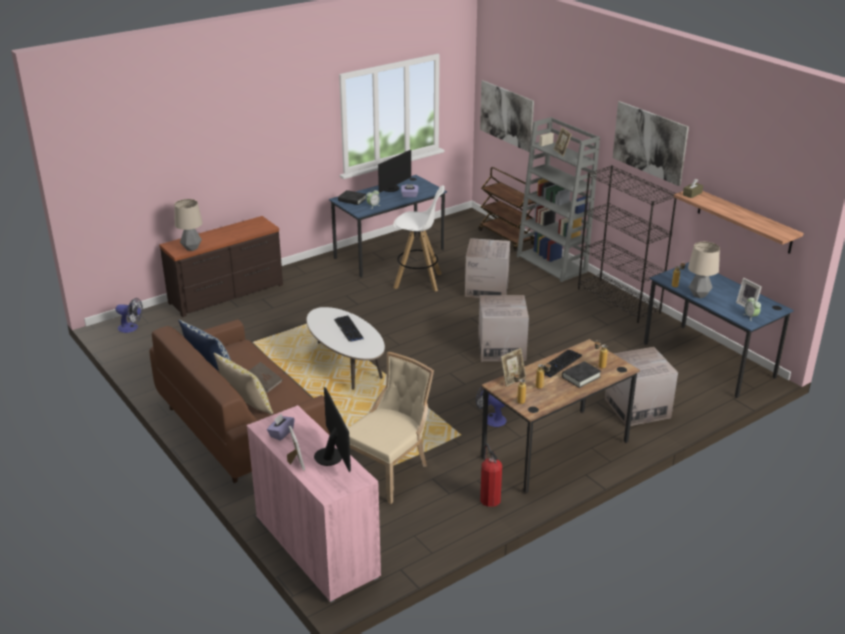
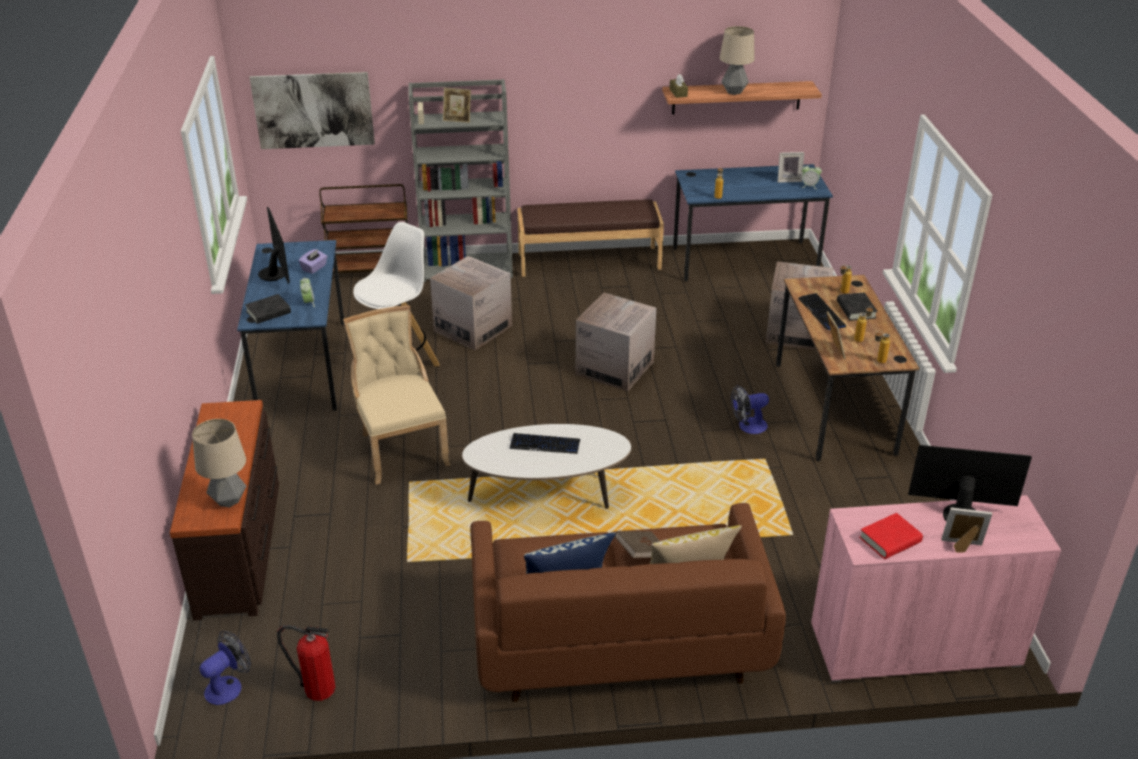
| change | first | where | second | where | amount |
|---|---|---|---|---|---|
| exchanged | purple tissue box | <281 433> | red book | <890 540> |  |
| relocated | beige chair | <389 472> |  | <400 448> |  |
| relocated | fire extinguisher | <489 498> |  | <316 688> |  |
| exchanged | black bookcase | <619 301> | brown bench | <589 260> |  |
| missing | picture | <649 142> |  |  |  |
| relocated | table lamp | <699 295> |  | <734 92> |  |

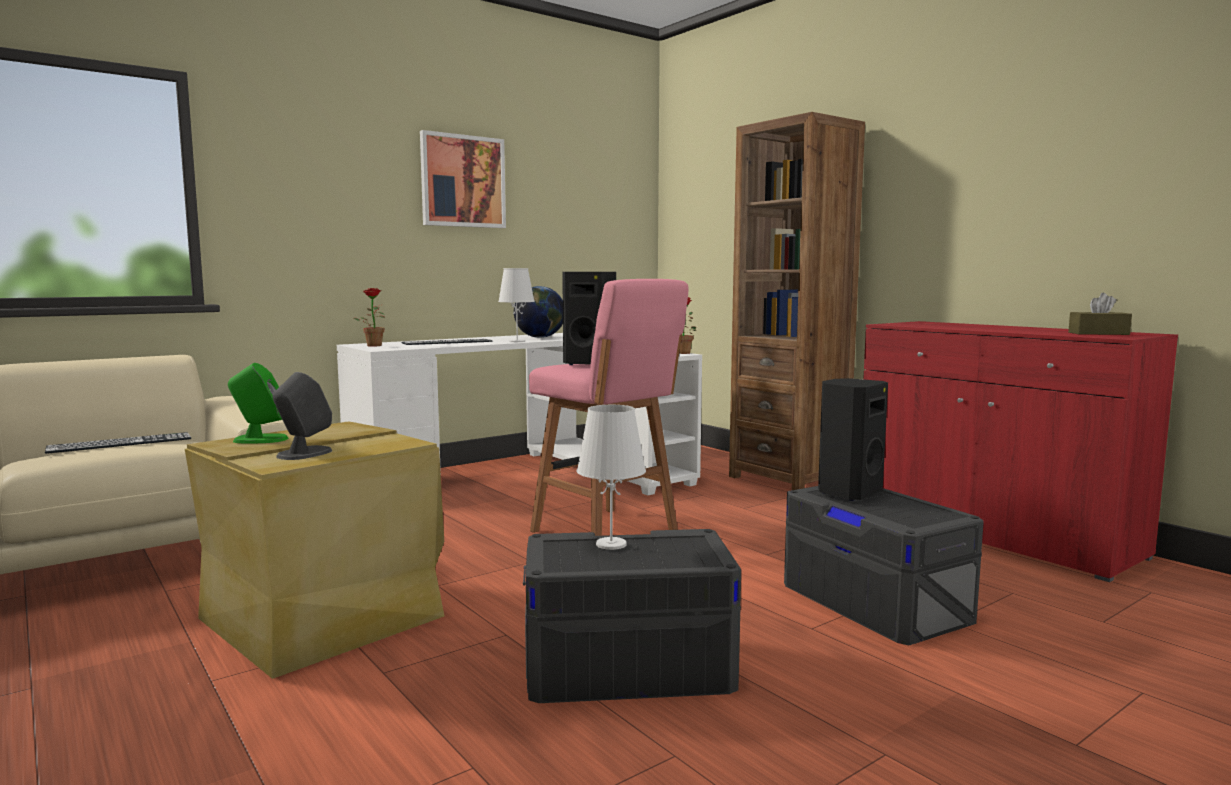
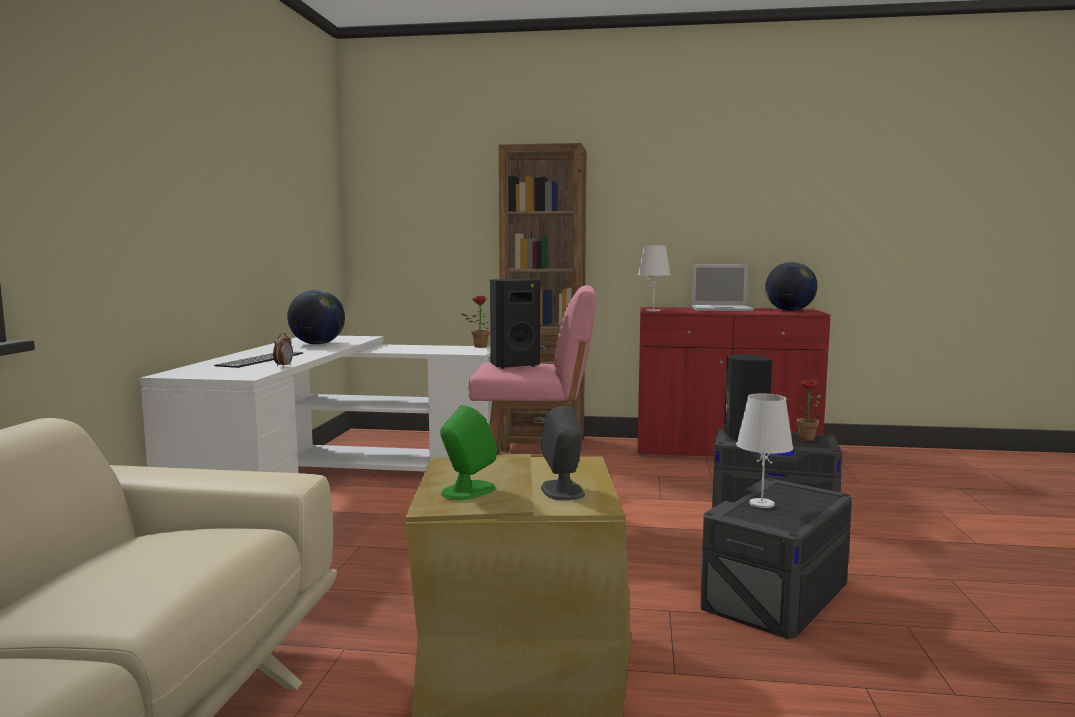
| change | first | where | second | where | amount |
|---|---|---|---|---|---|
| missing | keyboard | <120 443> |  |  |  |
| relocated | potted plant | <373 345> |  | <803 439> |  |
| missing | picture | <463 181> |  |  |  |
| relocated | white table lamp | <516 341> |  | <653 310> |  |
| exchanged | brown tissue box | <1098 333> | globe | <789 311> |  |
| appeared |  |  | alarm clock | <283 366> |  |
| appeared |  |  | laptop | <722 309> |  |

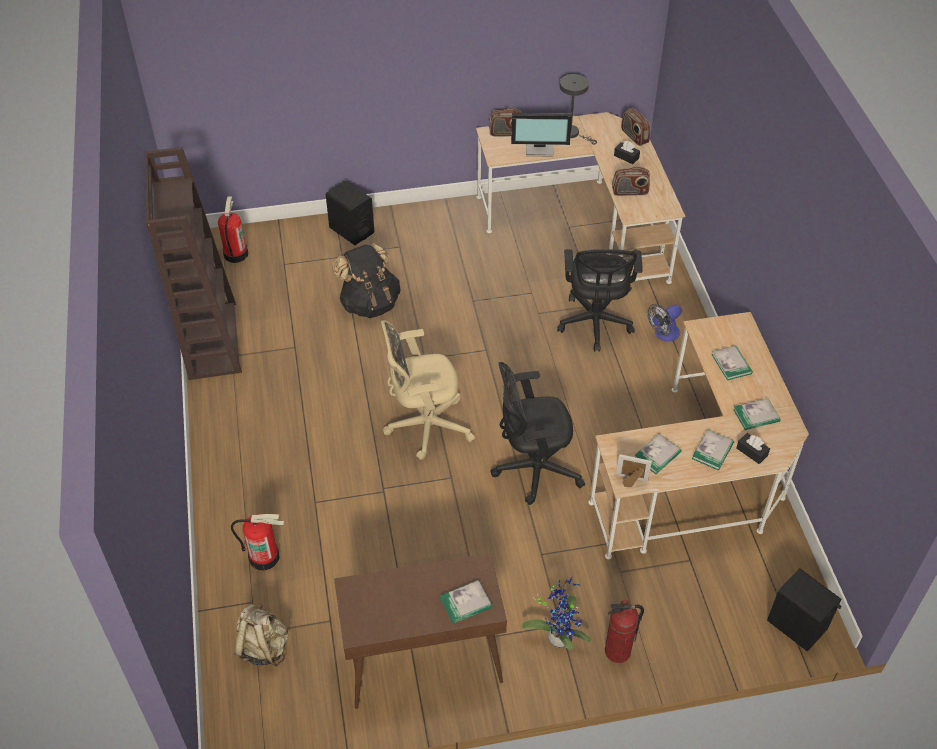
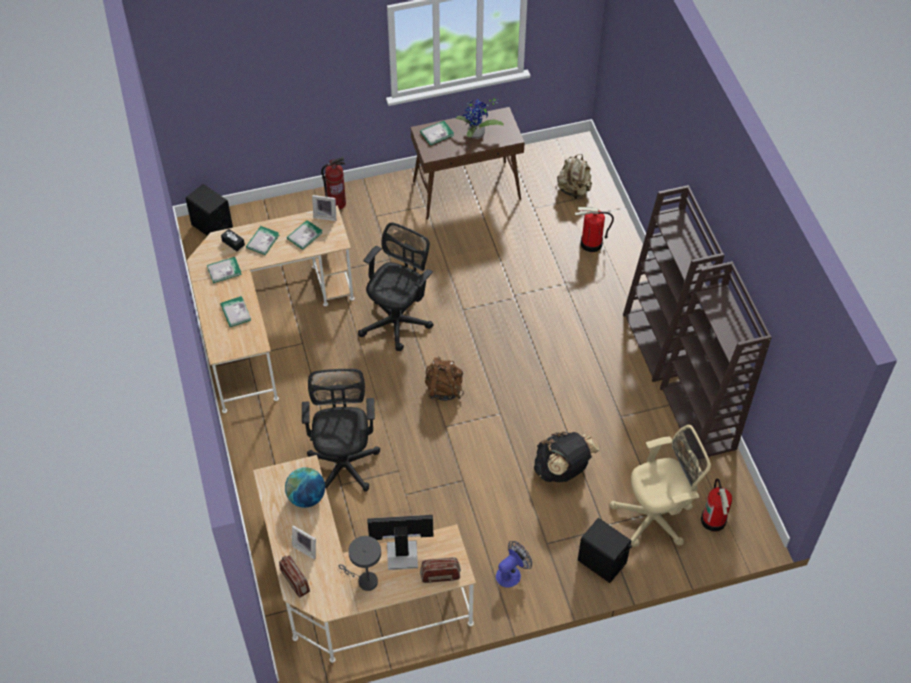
| change | first | where | second | where | amount |
|---|---|---|---|---|---|
| relocated | beige office chair | <424 426> |  | <656 517> |  |
| spun | black office chair | <533 469> |  | <398 320> | 45 degrees counterclockwise |
| relocated | potted plant | <559 636> |  | <476 135> |  |
| exchanged | radio | <630 192> | globe | <306 497> |  |
| exchanged | black tissue box | <626 157> | picture frame | <306 548> |  |
| relocated | fan | <663 334> |  | <511 573> |  |
| appeared |  |  | brown backpack | <443 389> |  |
| appeared |  |  | brown bookcase | <660 343> |  |

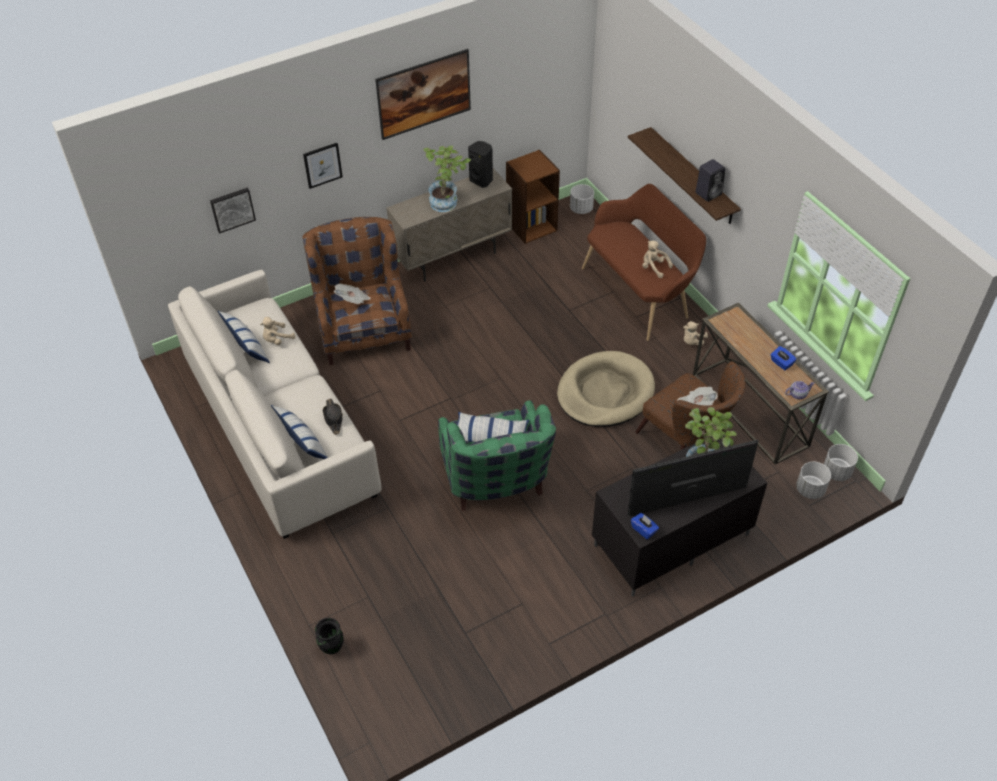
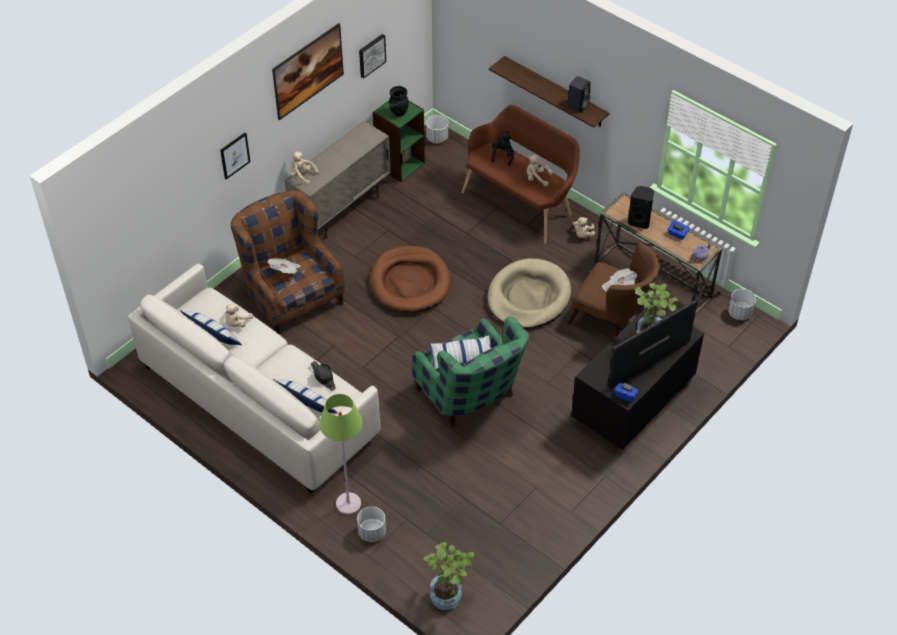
| change | first | where | second | where | amount |
|---|---|---|---|---|---|
| relocated | picture | <232 209> |  | <371 55> |  |
| relocated | black vase | <332 647> |  | <399 113> |  |
| relocated | potted plant | <447 202> |  | <449 593> |  |
| relocated | black speaker | <481 180> |  | <639 221> |  |
| colour | brown bookcase | <531 226> | green bookcase | <399 164> |  |
| relocated | white planter | <810 489> |  | <372 532> |  |
| appeared |  |  | beige plush toy | <302 176> |  |
| appeared |  |  | green floor lamp | <348 504> |  |
| appeared |  |  | brown dog bed | <410 282> |  |
| appeared |  |  | black plush toy | <503 156> |  |

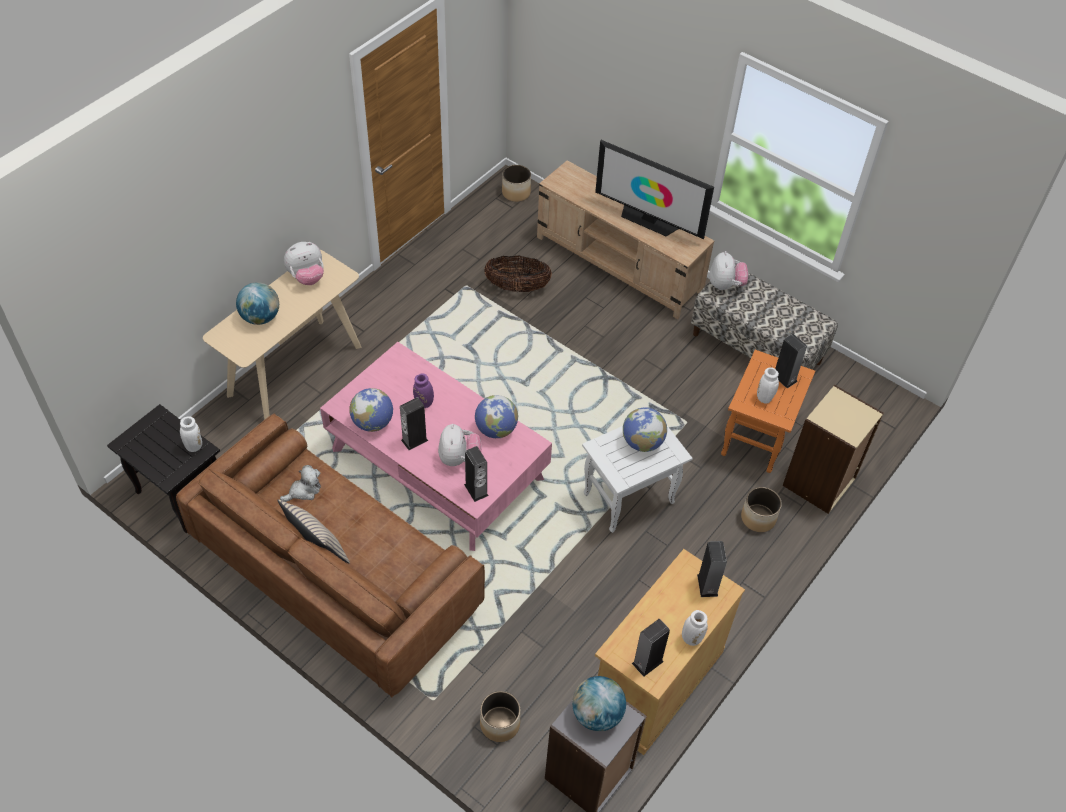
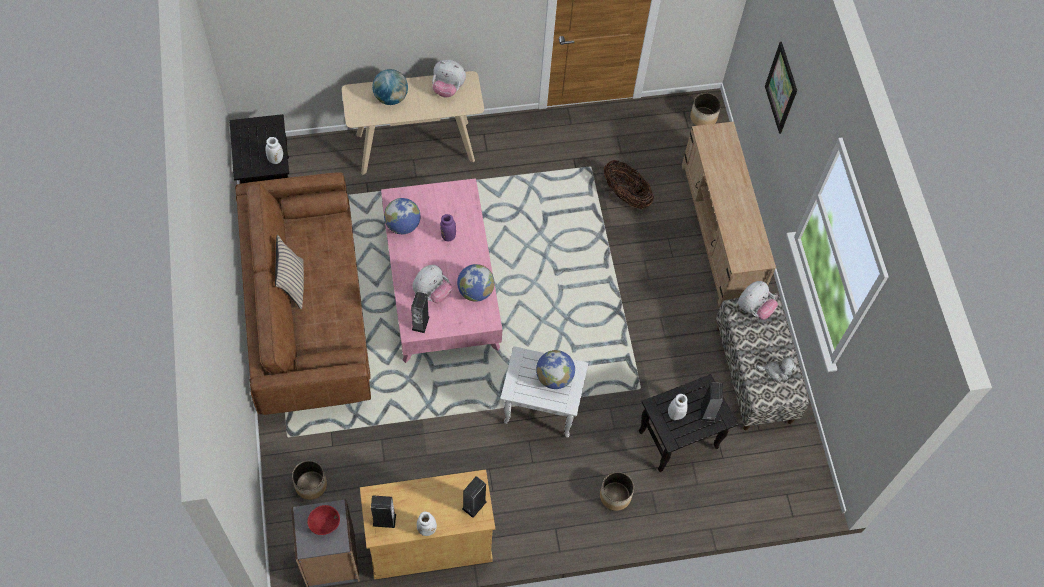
| change | first | where | second | where | amount |
|---|---|---|---|---|---|
| relocated | plush toy | <304 490> |  | <776 371> |  |
| missing | speaker | <414 440> |  |  |  |
| exchanged | globe | <597 714> | red bowl | <324 524> |  |
| missing | television | <648 220> |  |  |  |
| colour | orange side table | <757 439> | black side table | <677 441> |  |
| missing | beige bookcase | <819 482> |  |  |  |
| appeared |  |  | picture | <781 88> |  |

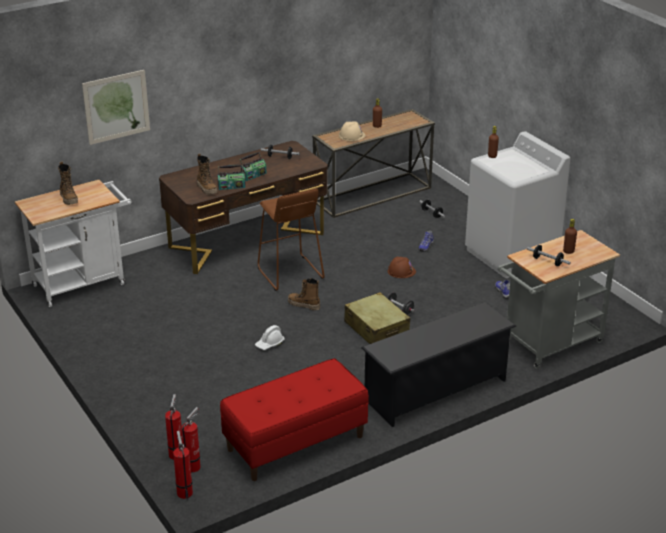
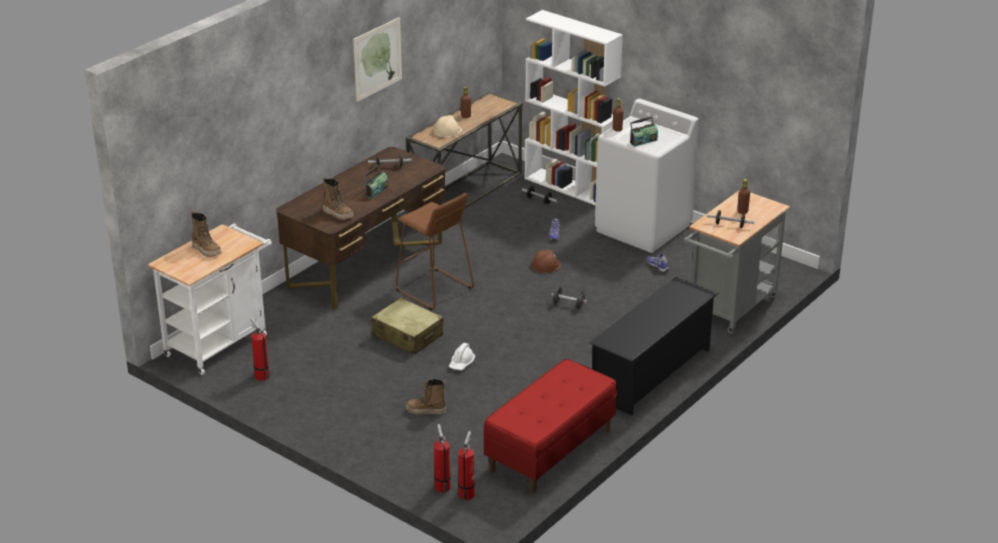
| change | first | where | second | where | amount |
|---|---|---|---|---|---|
| relocated | picture | <116 107> |  | <377 59> |  |
| relocated | fire extinguisher | <184 491> |  | <261 375> |  |
| relocated | radio | <231 186> |  | <643 141> |  |
| relocated | boot | <304 305> |  | <426 411> |  |
| relocated | beige suitcase | <376 328> |  | <407 335> |  |
| appeared |  |  | white bookcase | <570 187> |  |

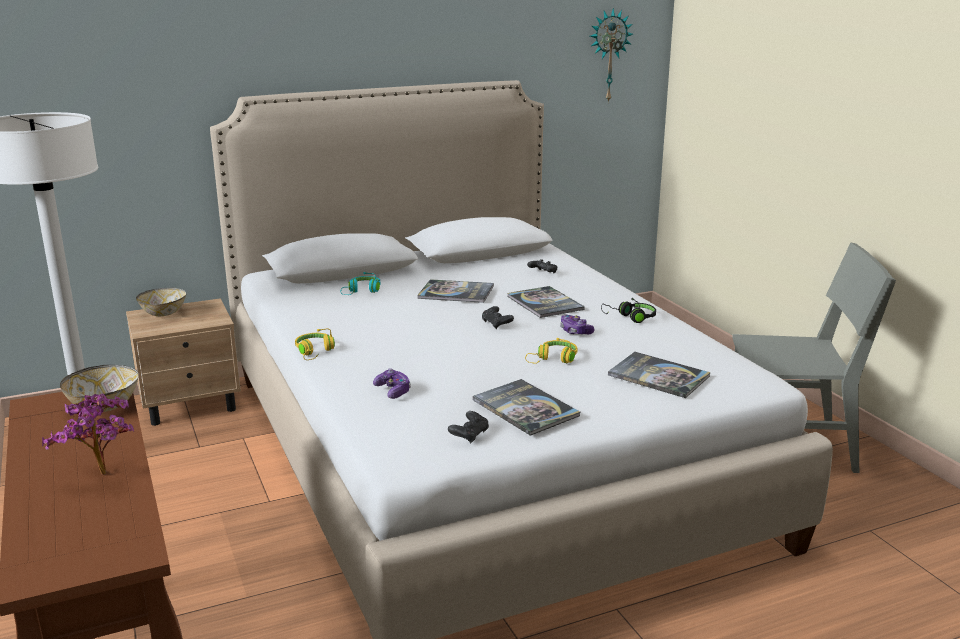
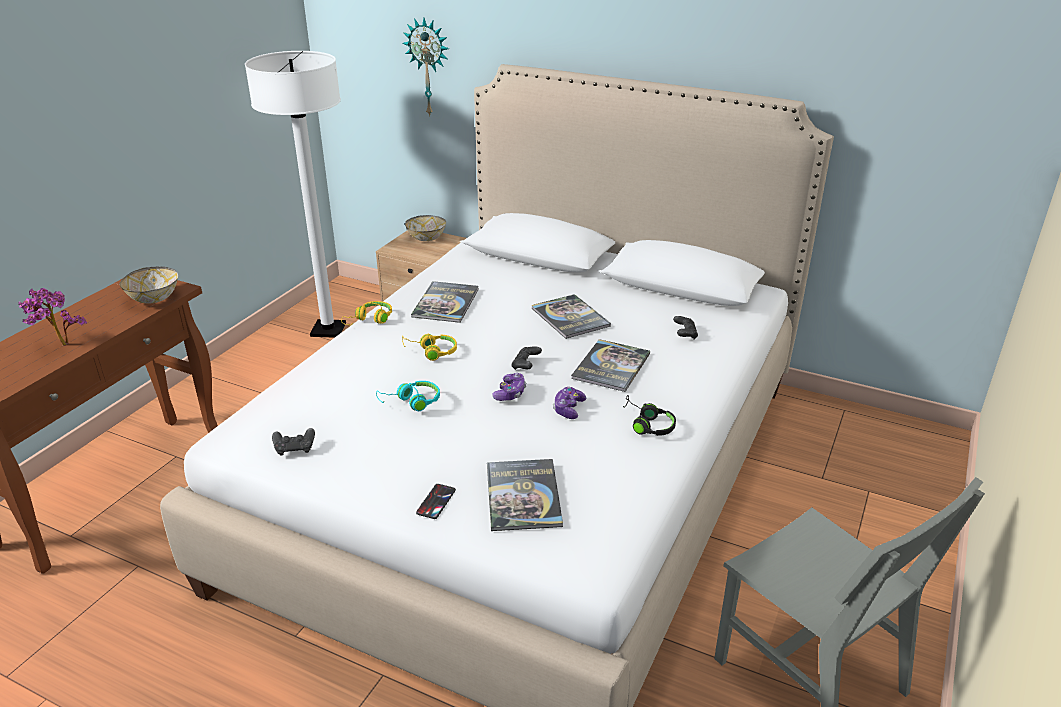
| change | first | where | second | where | amount |
|---|---|---|---|---|---|
| relocated | turquoise headphones | <362 291> |  | <411 402> |  |
| relocated | game controller | <393 391> |  | <510 393> |  |
| relocated | book | <525 408> |  | <446 303> |  |
| relocated | yellow headphones | <553 359> |  | <431 352> |  |
| relocated | wall clock | <608 55> |  | <429 67> |  |
| appeared |  |  | phone | <436 501> |  |

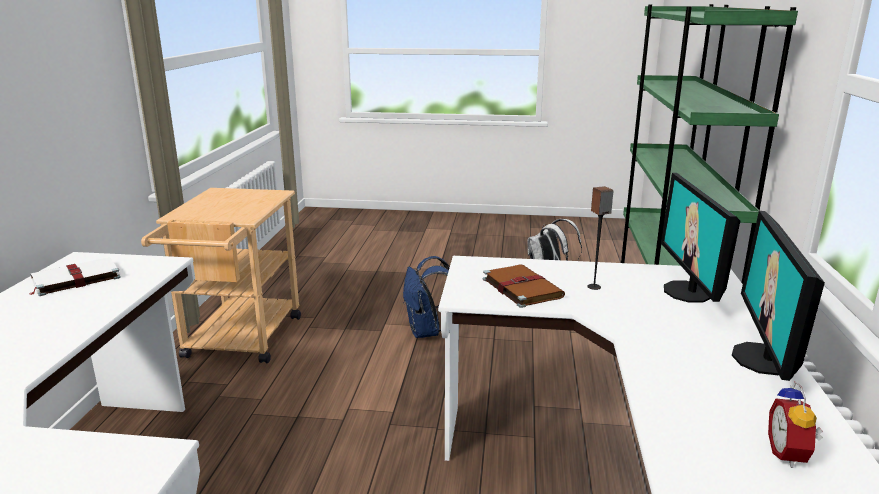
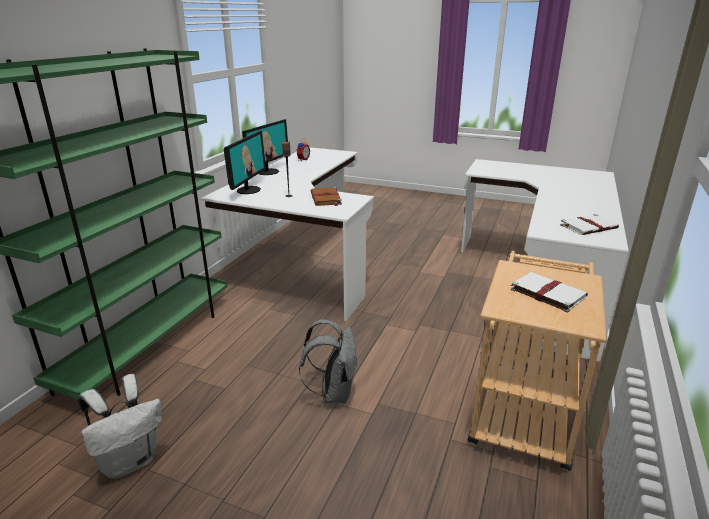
| change | first | where | second | where | amount |
|---|---|---|---|---|---|
| colour | blue backpack | <427 332> | grey backpack | <334 393> |  |
| appeared |  |  | white book | <546 293> |  |

